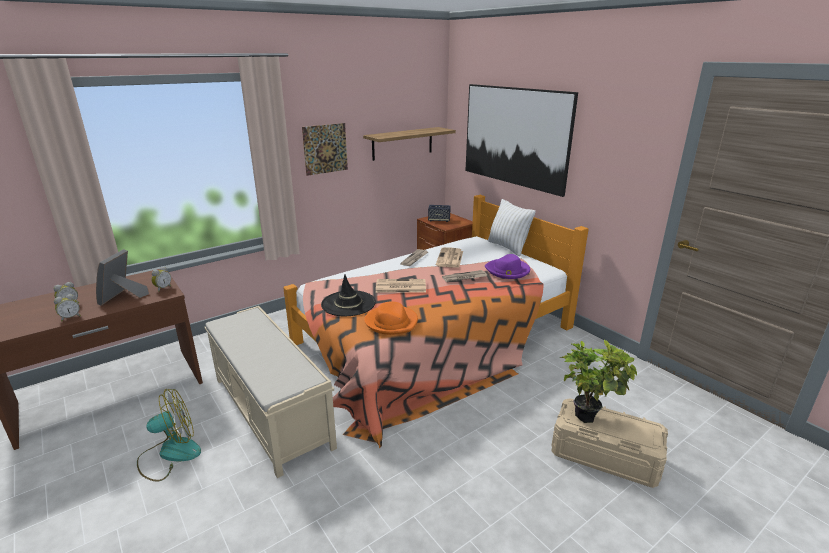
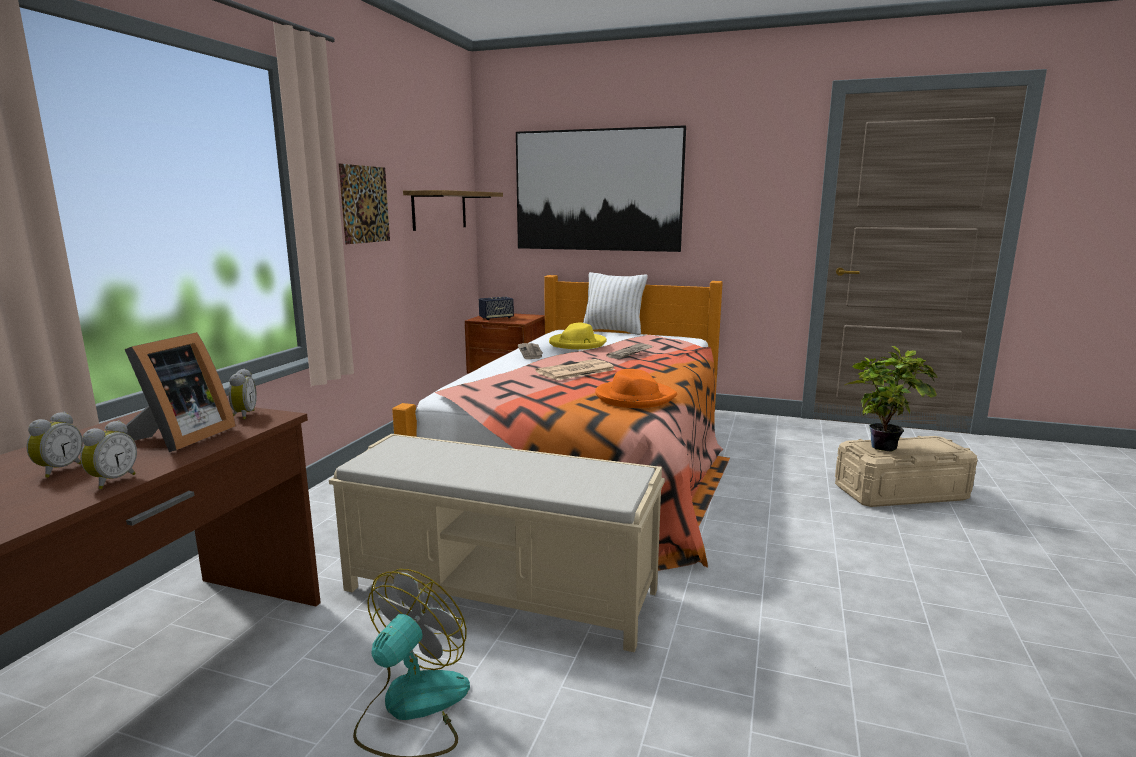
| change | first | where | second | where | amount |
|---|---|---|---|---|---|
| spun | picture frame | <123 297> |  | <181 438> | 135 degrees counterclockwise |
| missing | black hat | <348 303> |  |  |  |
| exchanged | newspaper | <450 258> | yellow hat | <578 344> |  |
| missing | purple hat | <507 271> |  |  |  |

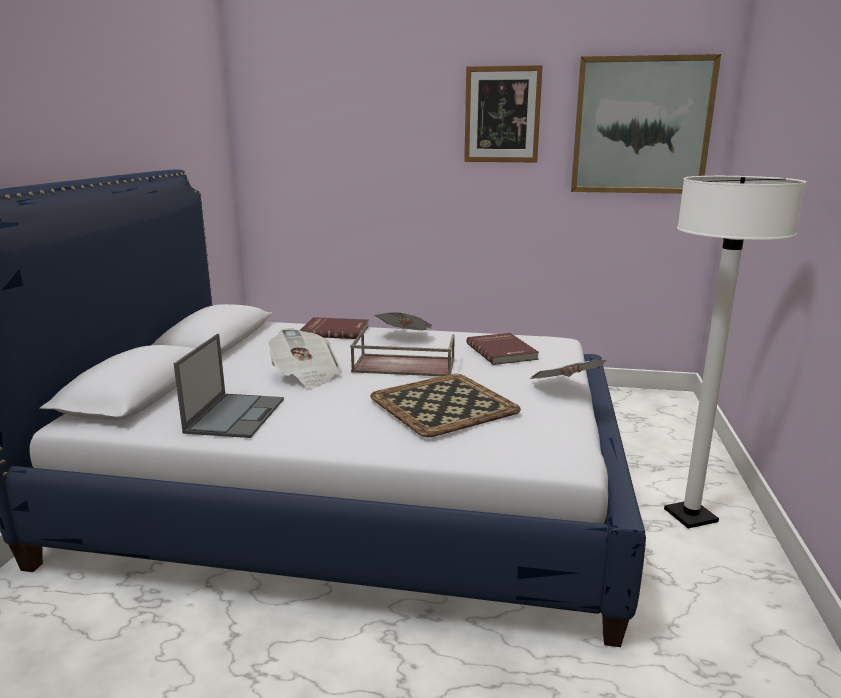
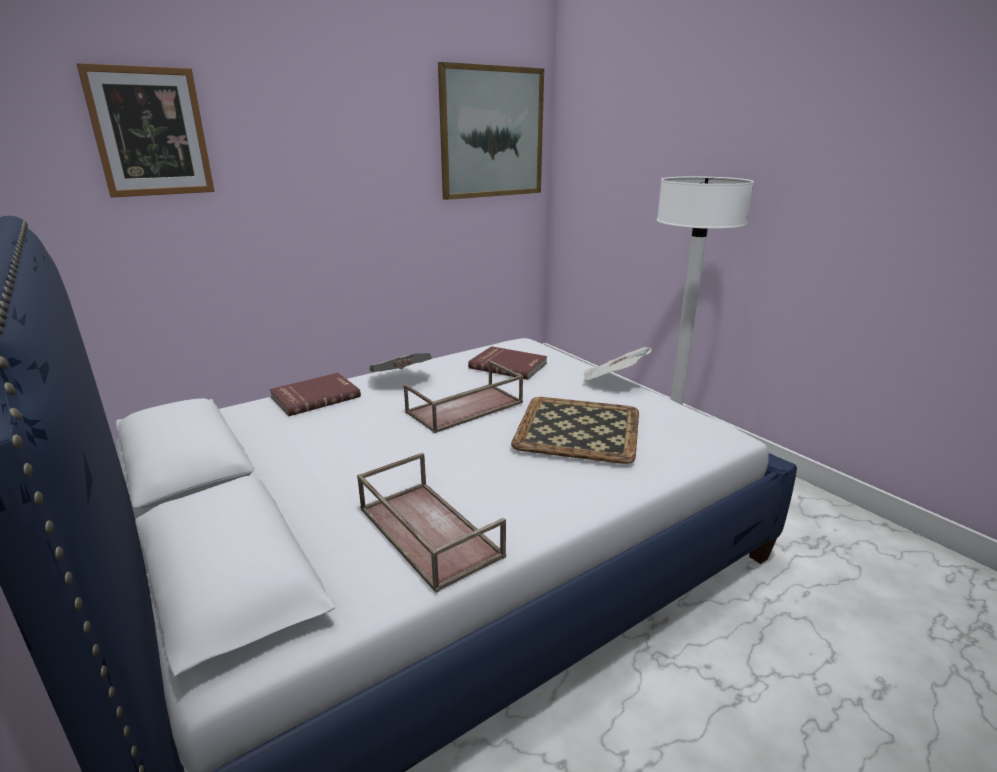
| change | first | where | second | where | amount |
|---|---|---|---|---|---|
| exchanged | laptop | <236 415> | brown tray | <426 531> |  |
| missing | newspaper | <305 375> |  |  |  |
| relocated | picture | <502 115> |  | <150 132> |  |

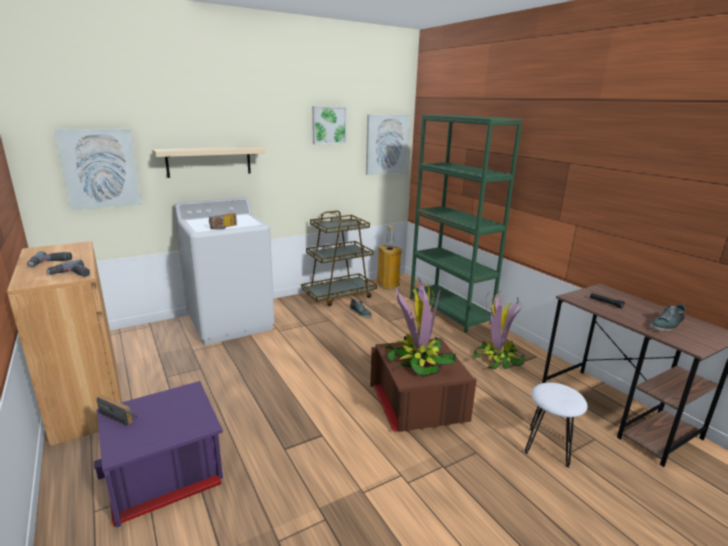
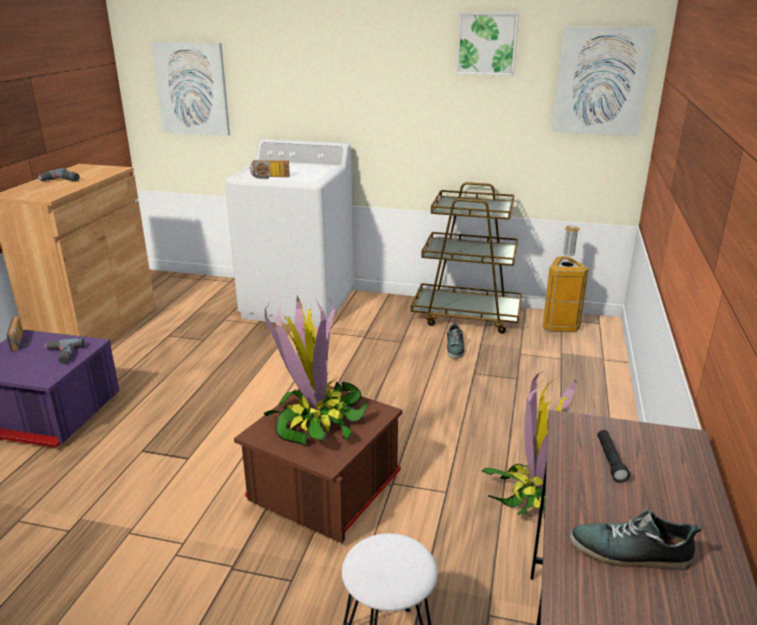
| change | first | where | second | where | amount |
|---|---|---|---|---|---|
| relocated | power drill | <71 274> |  | <61 355> |  |
| missing | beige shelf | <209 161> |  |  |  |
| missing | green bookcase | <449 310> |  |  |  |

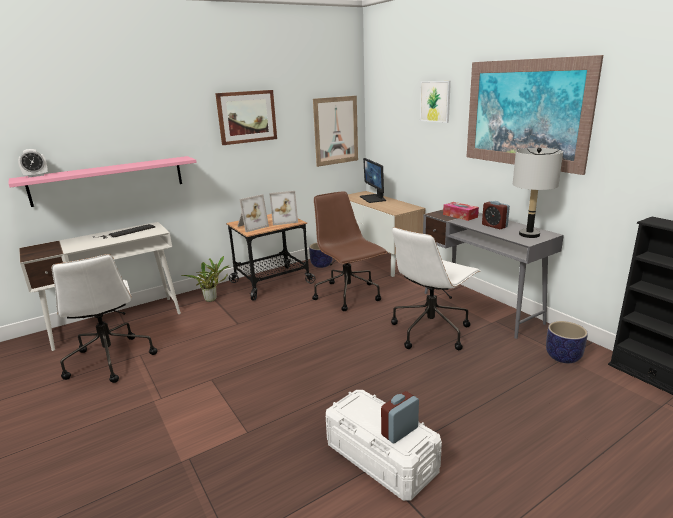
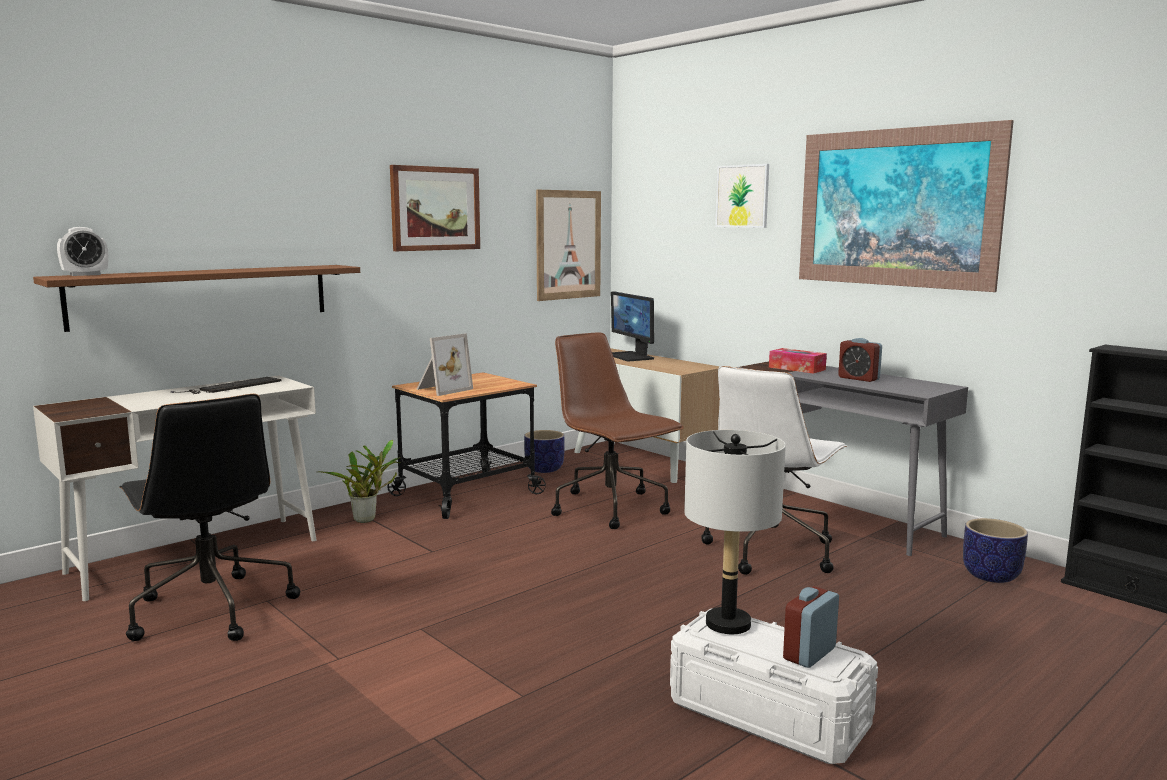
| change | first | where | second | where | amount |
|---|---|---|---|---|---|
| colour | pink shelf | <109 180> | brown shelf | <204 295> |  |
| colour | white office chair | <110 359> | black office chair | <210 609> |  |
| missing | picture frame | <283 220> |  |  |  |
| relocated | grey table lamp | <529 234> |  | <728 624> |  |

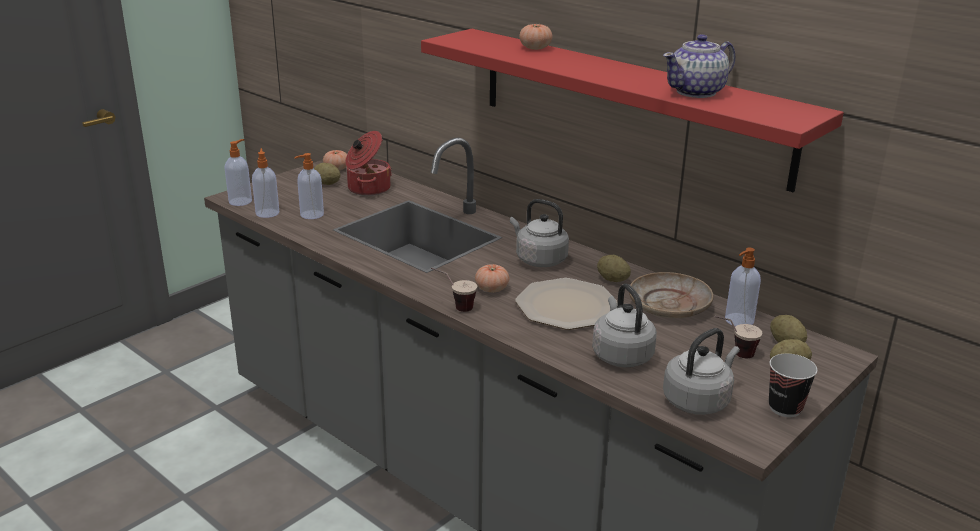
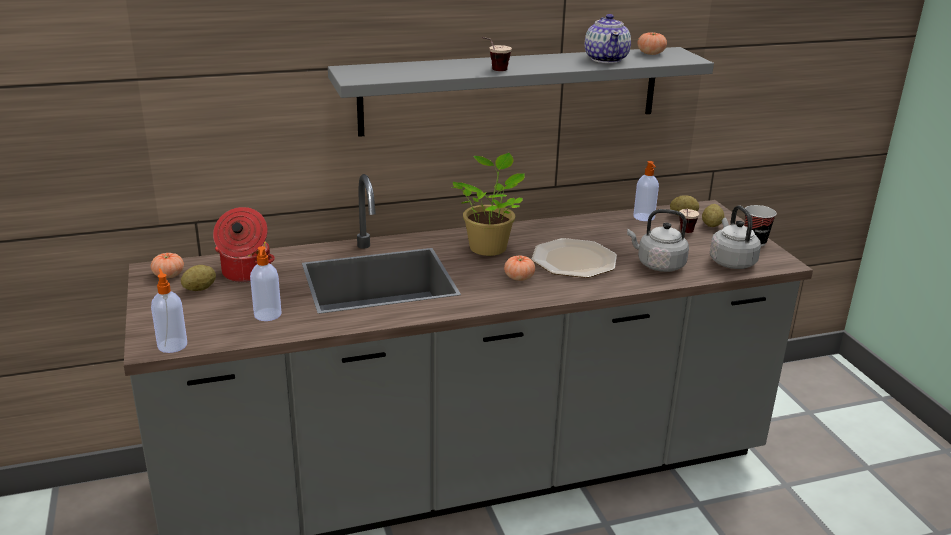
| change | first | where | second | where | amount |
|---|---|---|---|---|---|
| missing | soap dispenser | <267 213> |  |  |  |
| colour | red shelf | <628 104> | grey shelf | <512 90> |  |
| relocated | cup | <454 307> |  | <494 71> |  |
| exchanged | grey kettle | <538 259> | potted plant | <489 247> |  |
| relocated | tomato | <535 48> |  | <651 53> |  |
| missing | potato | <612 280> |  |  |  |
| missing | beige plate | <669 306> |  |  |  |

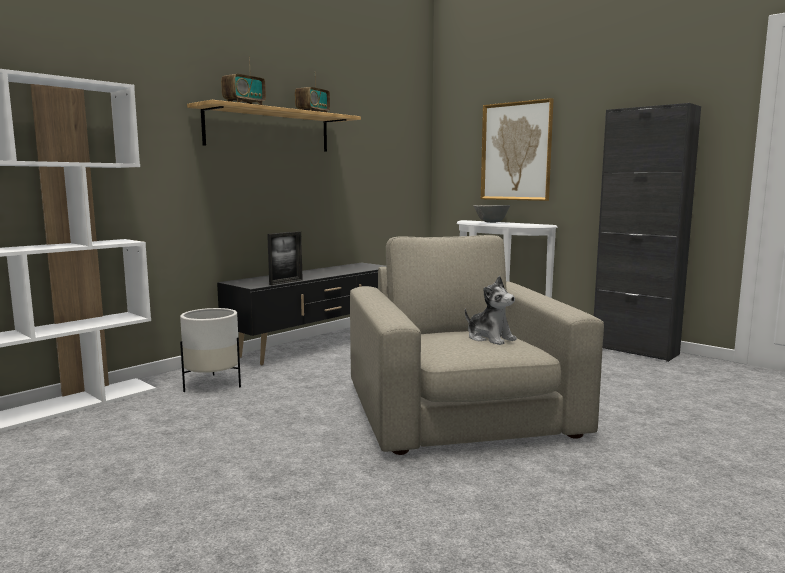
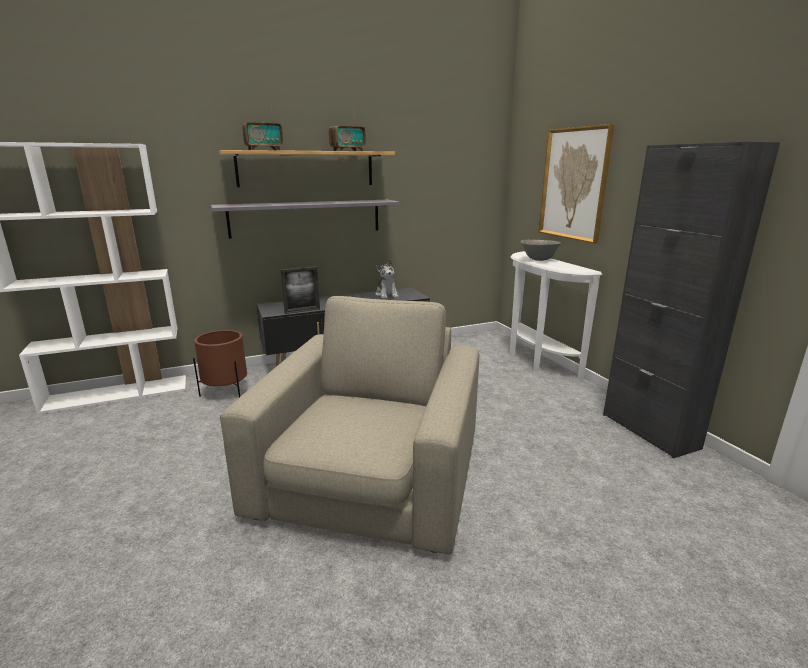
| change | first | where | second | where | amount |
|---|---|---|---|---|---|
| colour | white planter | <212 384> | brown planter | <226 392> |  |
| relocated | plush toy | <490 338> |  | <387 295> |  |
| appeared |  |  | grey shelf | <306 218> |  |

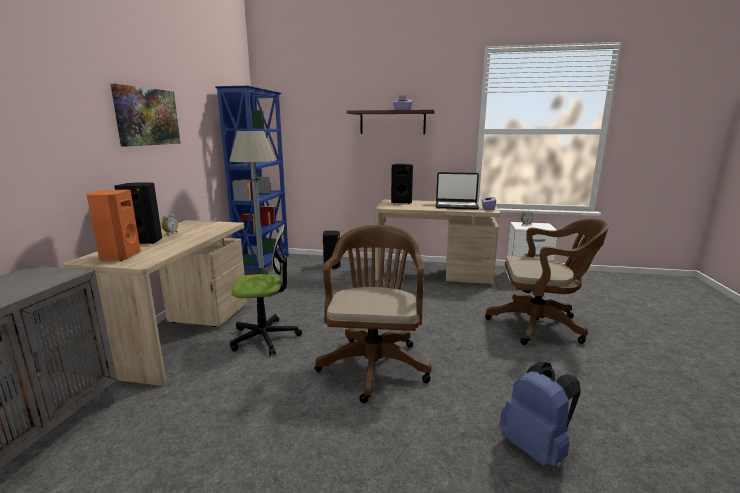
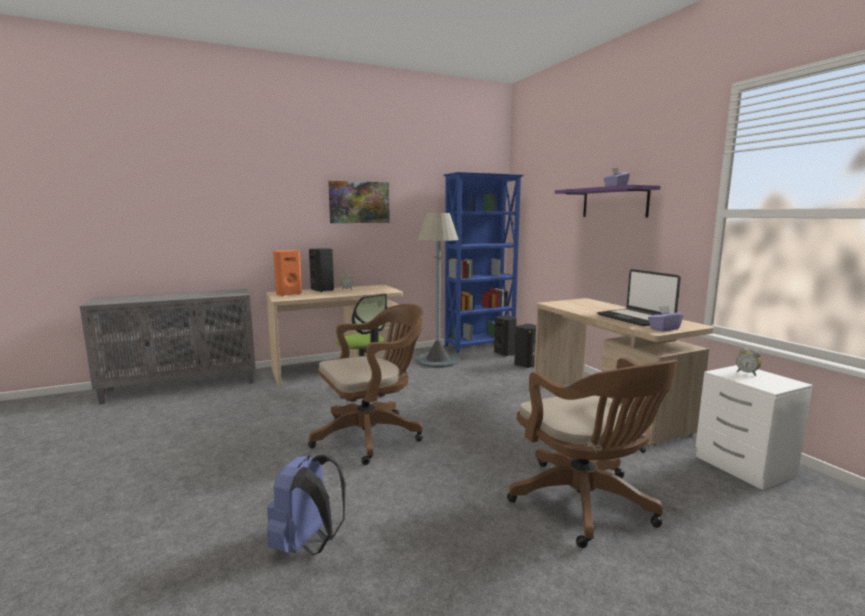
| change | first | where | second | where | amount |
|---|---|---|---|---|---|
| colour | brown shelf | <392 122> | purple shelf | <614 202> |  |
| relocated | black speaker | <401 202> |  | <505 353> |  |

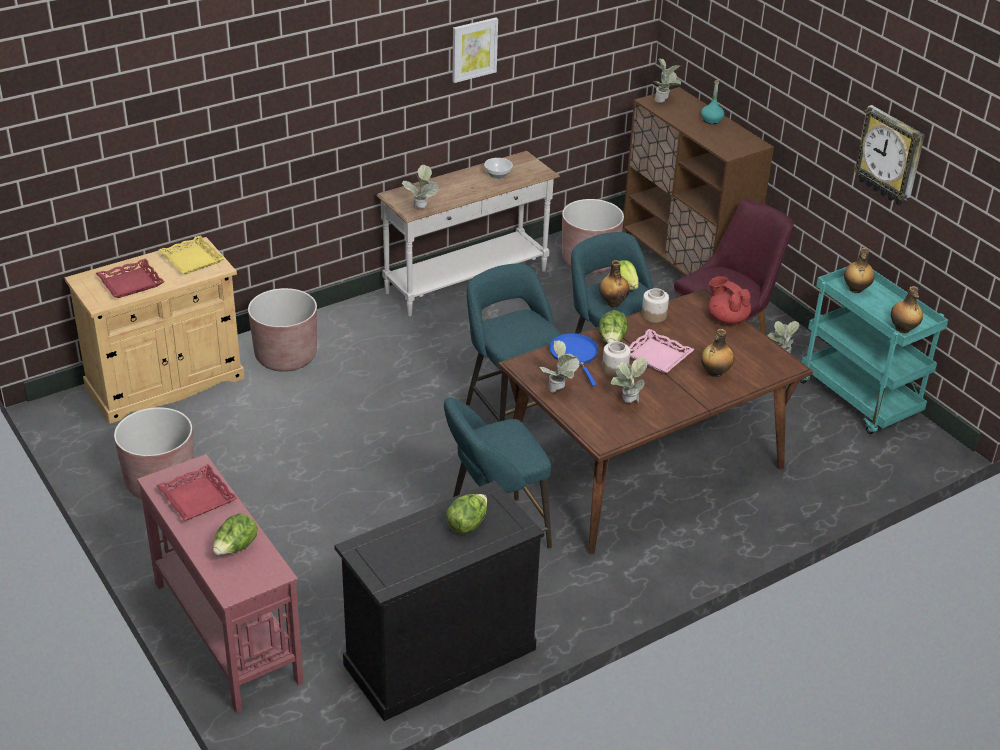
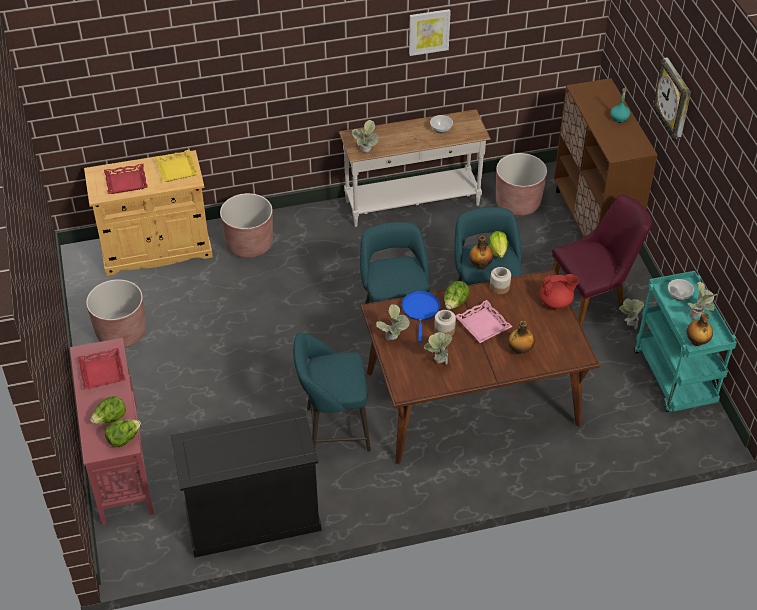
| change | first | where | second | where | amount |
|---|---|---|---|---|---|
| relocated | lettuce | <467 524> |  | <124 439> |  |
| relocated | potted plant | <664 101> |  | <698 316> |  |
| spun | red teapot | <727 318> |  | <556 301> | 105 degrees clockwise |
| exchanged | bottle | <855 289> | bowl | <678 295> |  |
| relocated | wall clock | <890 156> |  | <674 101> |  |

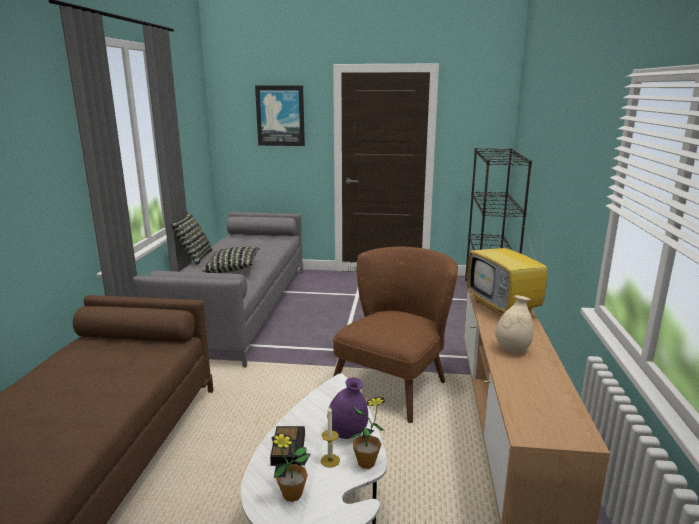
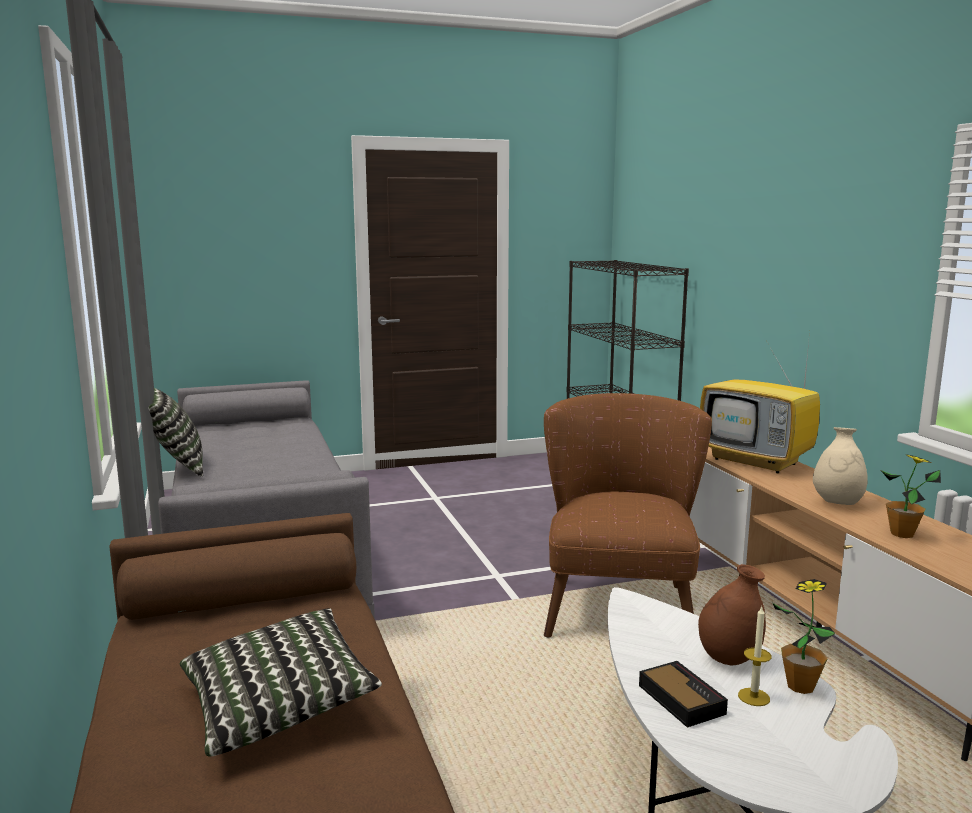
| change | first | where | second | where | amount |
|---|---|---|---|---|---|
| relocated | pillow | <233 269> |  | <278 706> |  |
| missing | picture | <280 116> |  |  |  |
| relocated | potted plant | <292 495> |  | <902 534> |  |
| colour | purple vase | <347 433> | brown vase | <729 658> |  |

